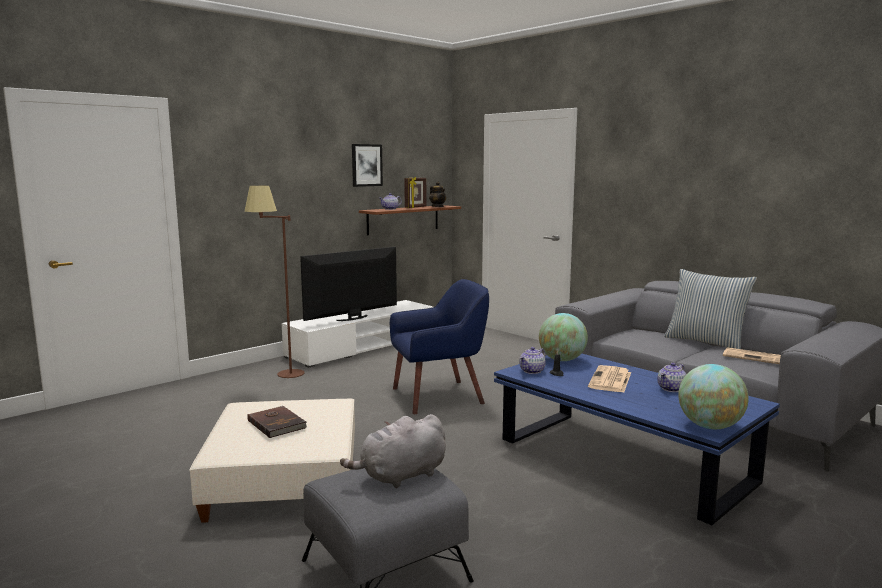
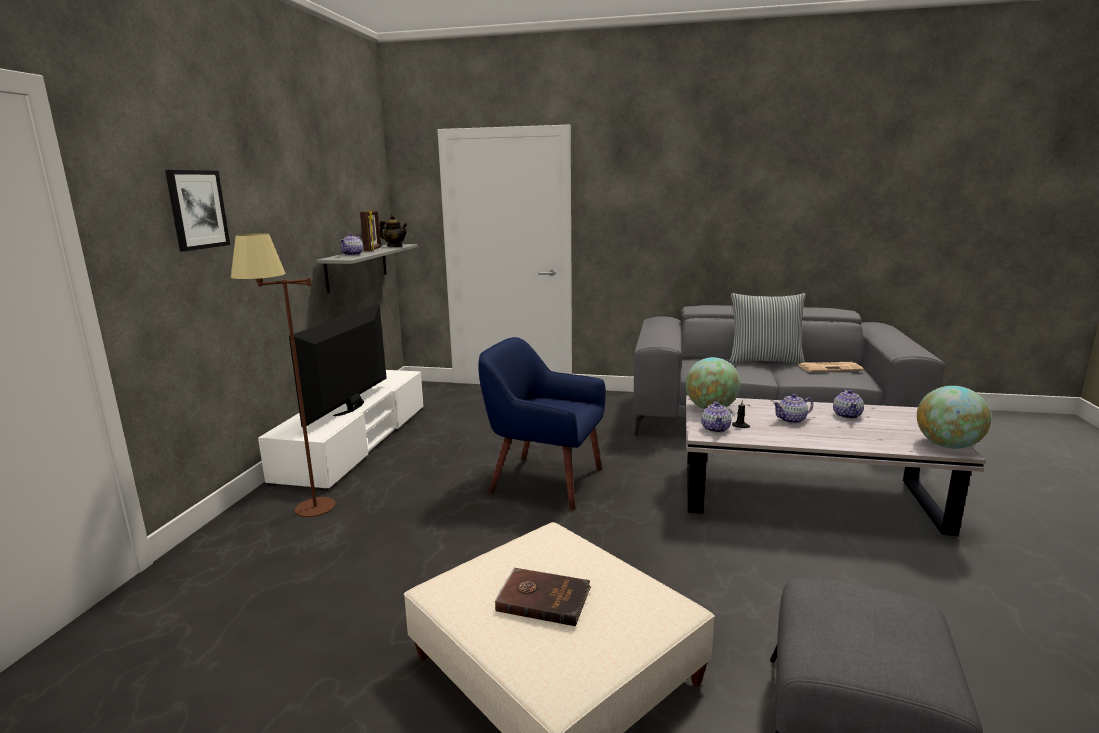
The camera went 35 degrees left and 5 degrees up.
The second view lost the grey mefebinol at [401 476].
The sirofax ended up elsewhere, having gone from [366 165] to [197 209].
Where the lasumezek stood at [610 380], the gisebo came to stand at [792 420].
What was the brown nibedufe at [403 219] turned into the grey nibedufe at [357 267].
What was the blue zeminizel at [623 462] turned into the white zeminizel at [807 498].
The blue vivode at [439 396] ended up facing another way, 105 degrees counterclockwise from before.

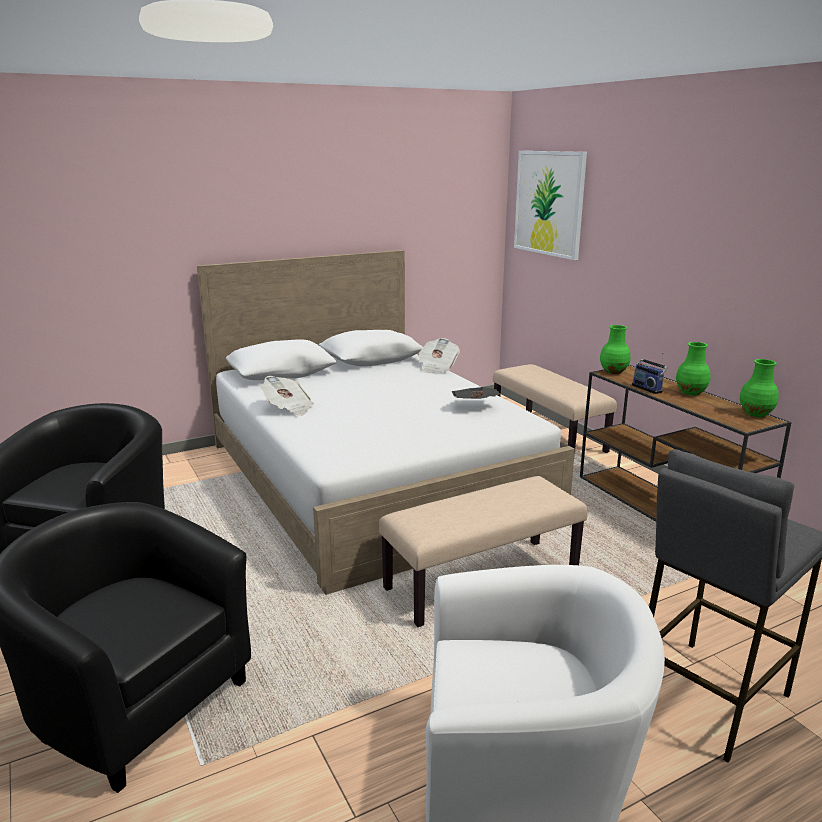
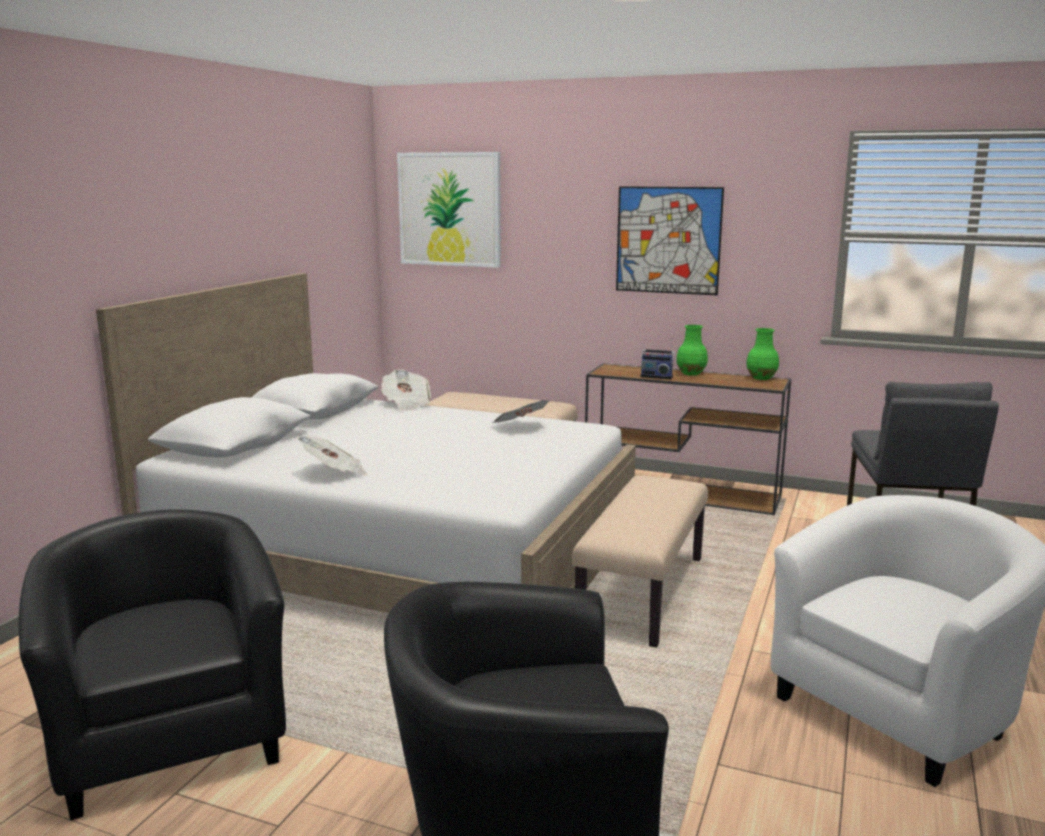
The camera went 40 degrees left and 5 degrees down.
The second view lost the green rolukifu at [613 371].
The second view gained the sirofax at [668 240].

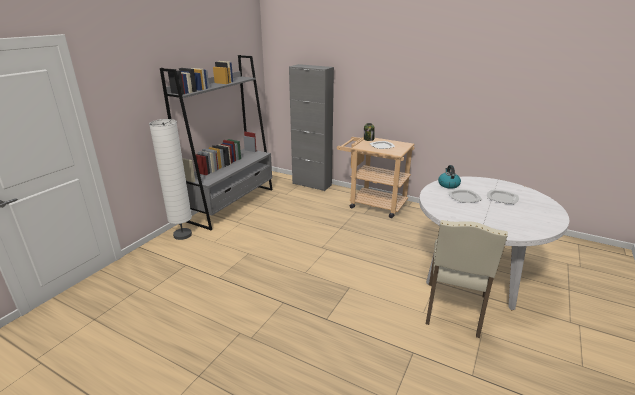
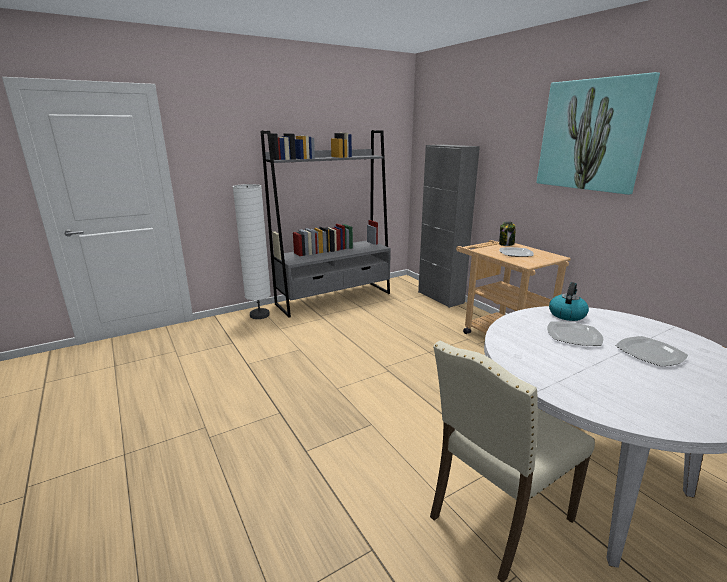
The camera went 30 degrees right and 5 degrees down.
The second view gained the sirofax at [591 135].

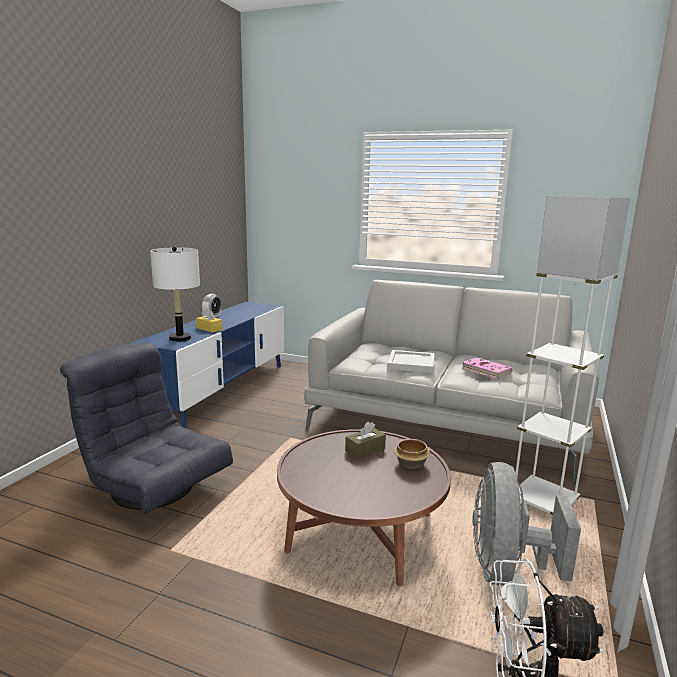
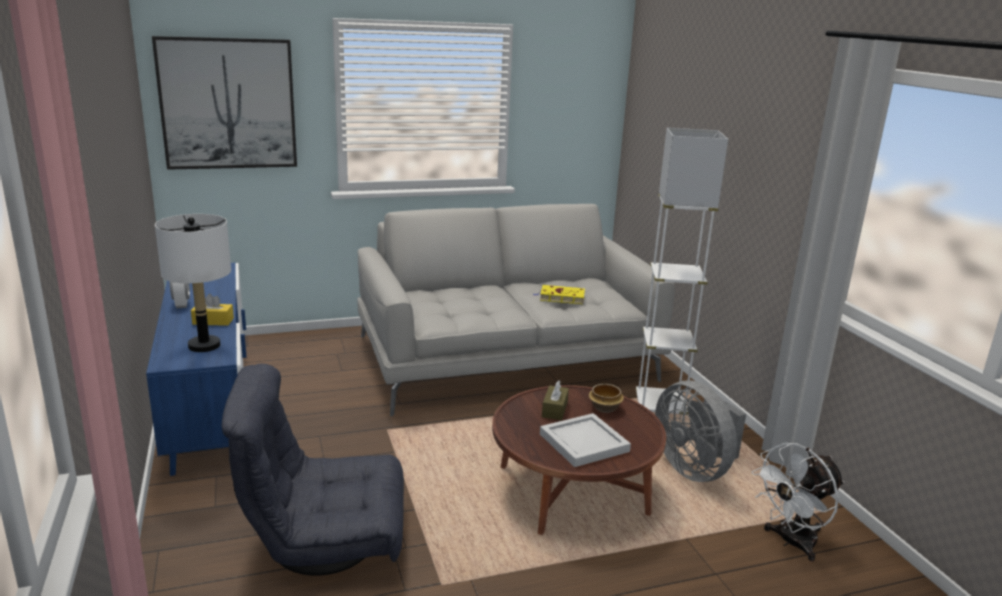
The camera went 40 degrees left and 5 degrees up.
The second view gained the sirofax at [228 104].
The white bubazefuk ended up elsewhere, having gone from [412 363] to [584 442].
What was the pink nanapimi at [484 371] turned into the yellow nanapimi at [560 297].

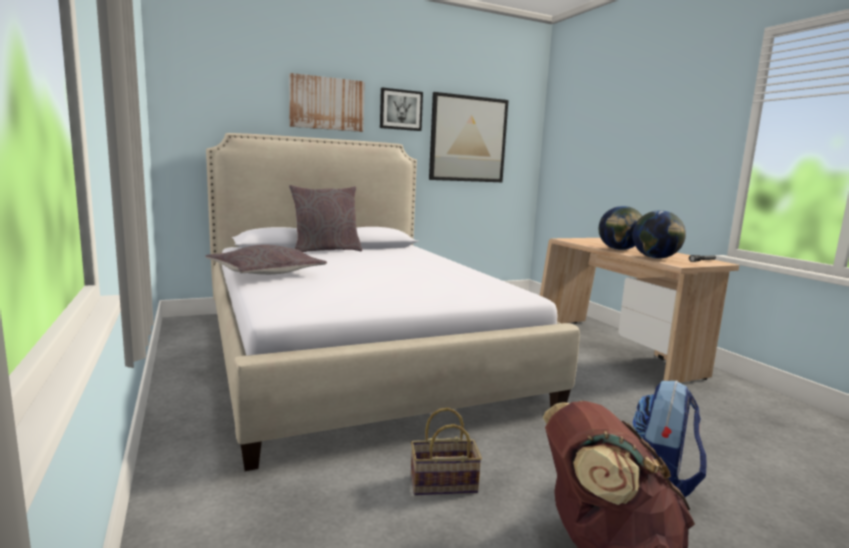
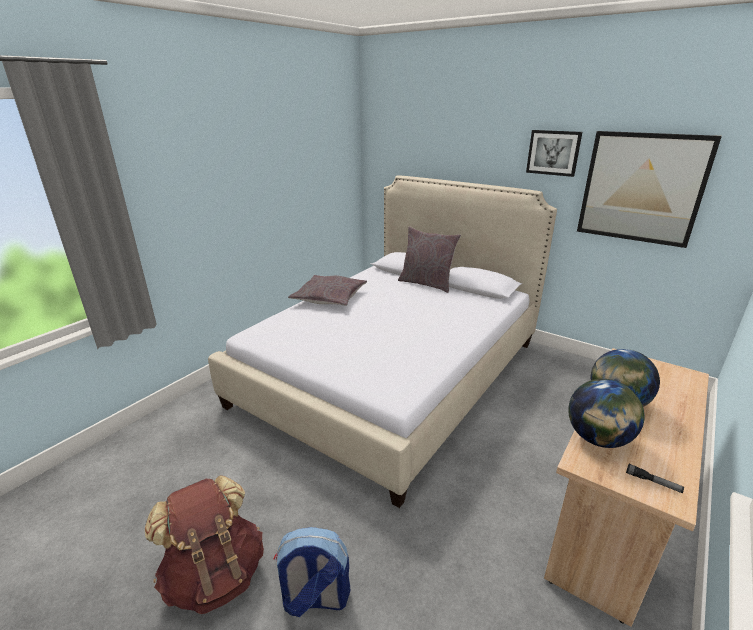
The camera went 60 degrees right and 15 degrees up.
The second view lost the sirofax at [327 103].
The second view lost the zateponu at [442 485].

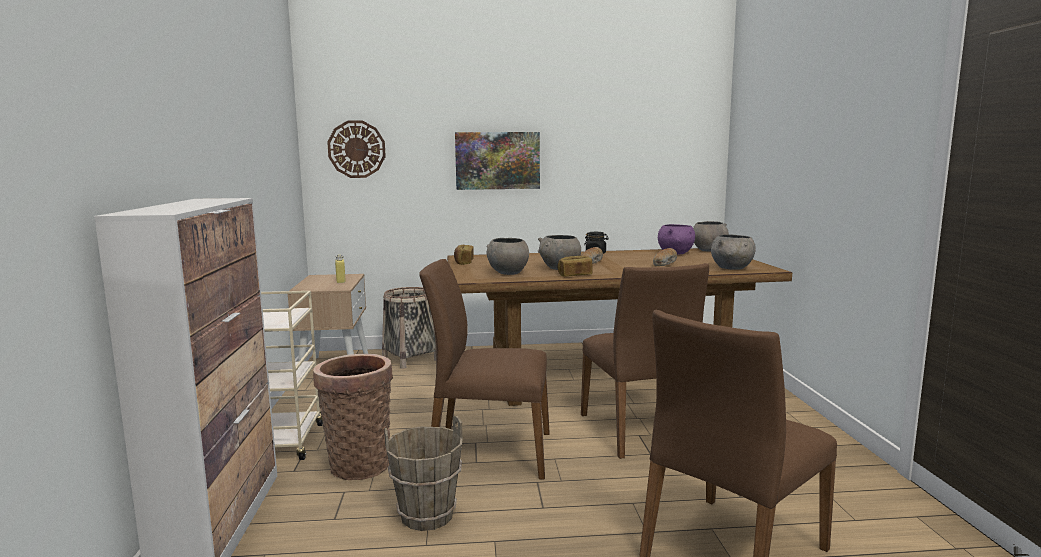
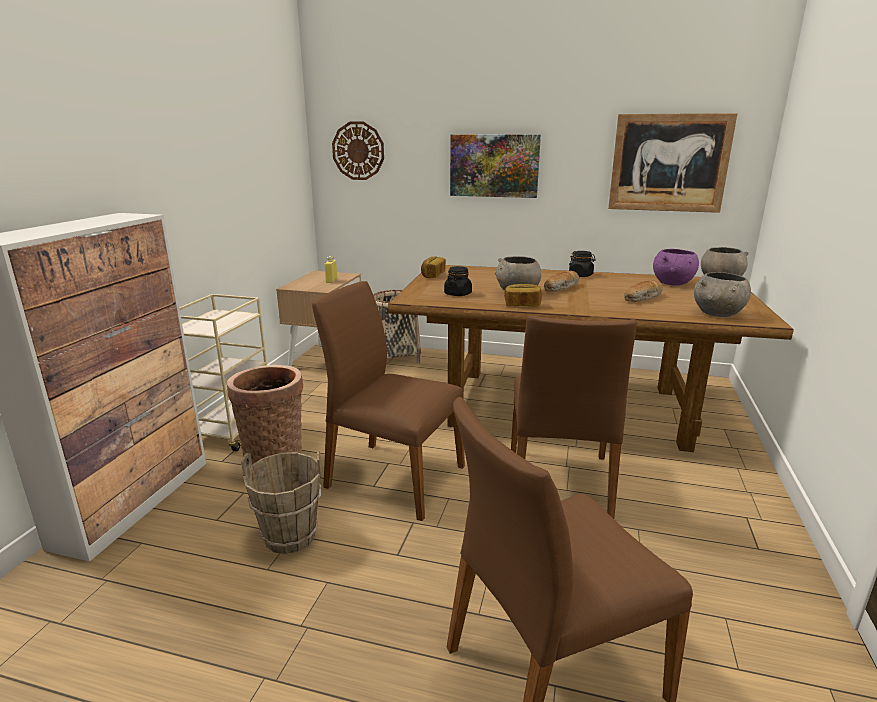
The camera went 20 degrees right and 10 degrees up.
The second view gained the sirofax at [669 163].
Where the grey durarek stood at [508 273], the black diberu came to stand at [458 294].

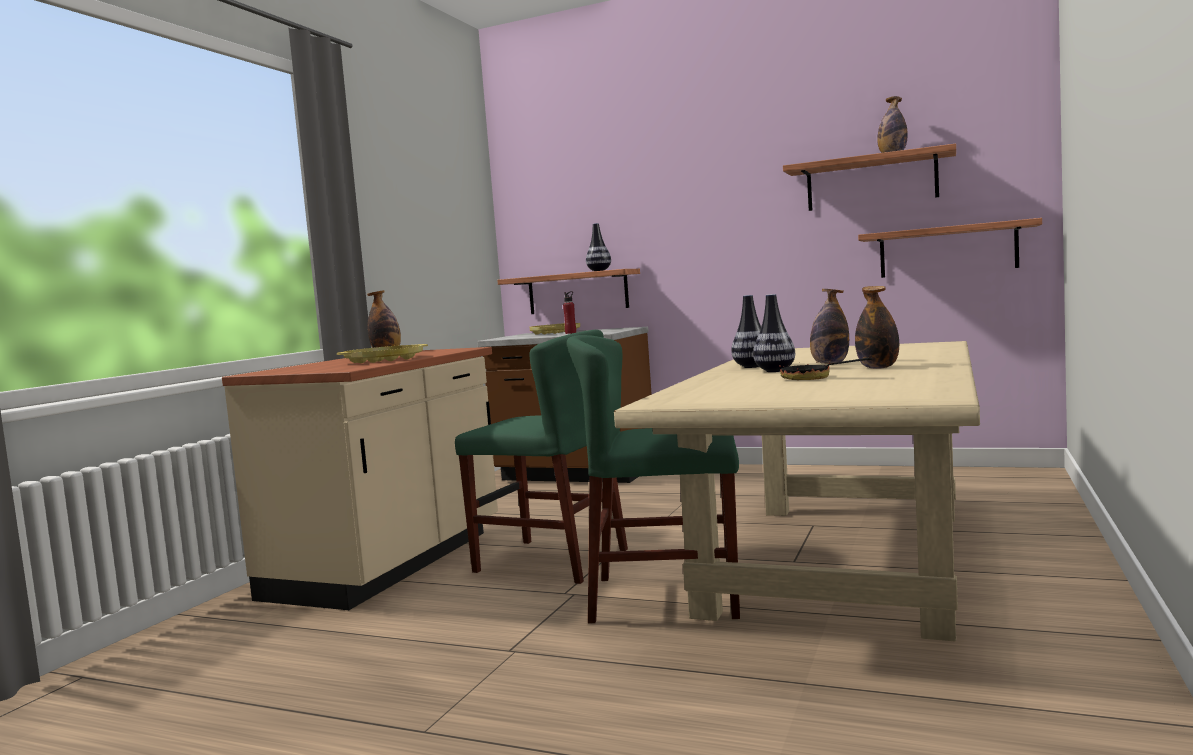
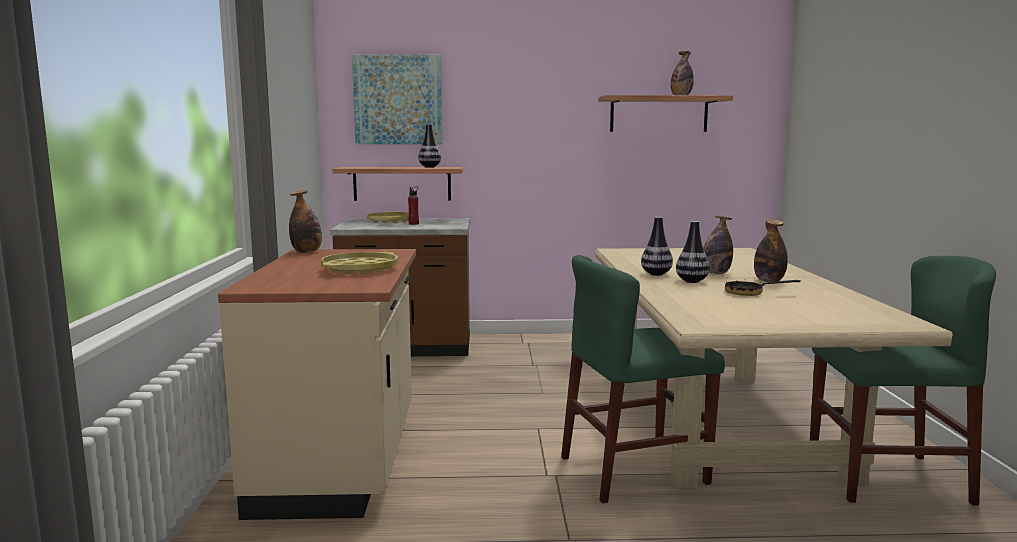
The camera went 25 degrees left and 5 degrees up.
The second view lost the nibedufe at [947 250].
The second view gained the sirofax at [398 100].
The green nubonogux ended up elsewhere, having gone from [550 560] to [887 478].

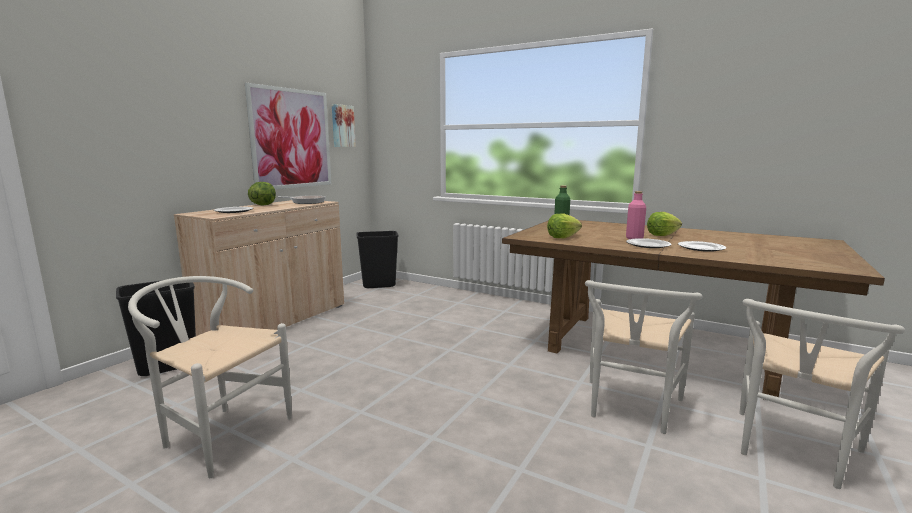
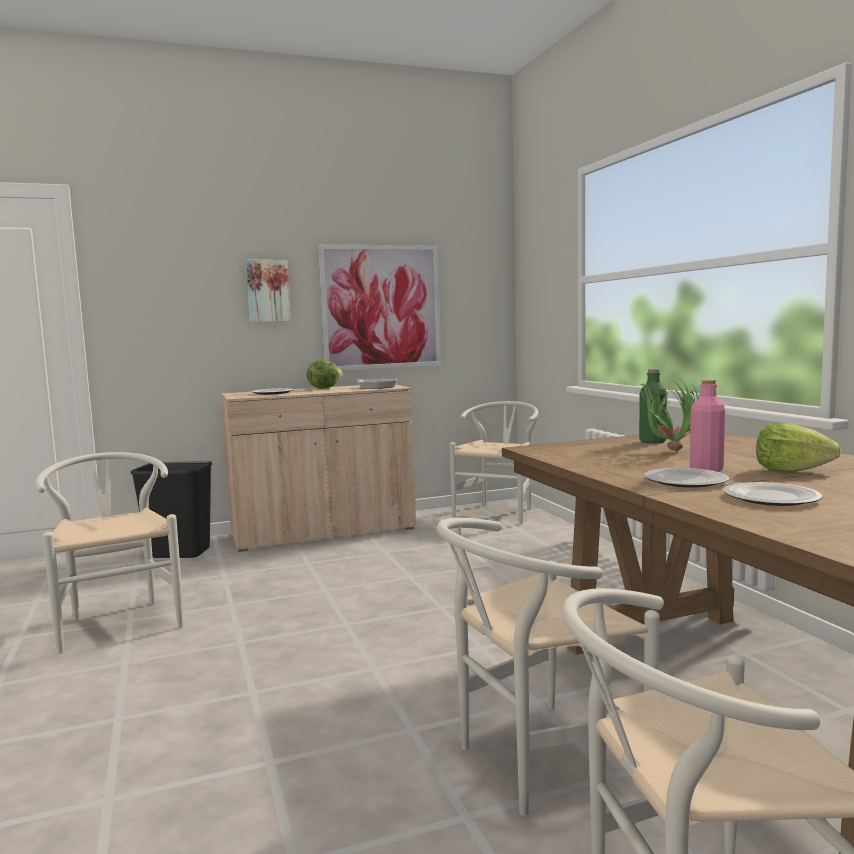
The camera went 40 degrees right and 5 degrees down.
The second view lost the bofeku at [562 237].
The second view gained the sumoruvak at [666 451].
The sirofax ended up elsewhere, having gone from [342 126] to [268 291].
Where the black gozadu stood at [379 285], the white nubonogux came to stand at [499 512].

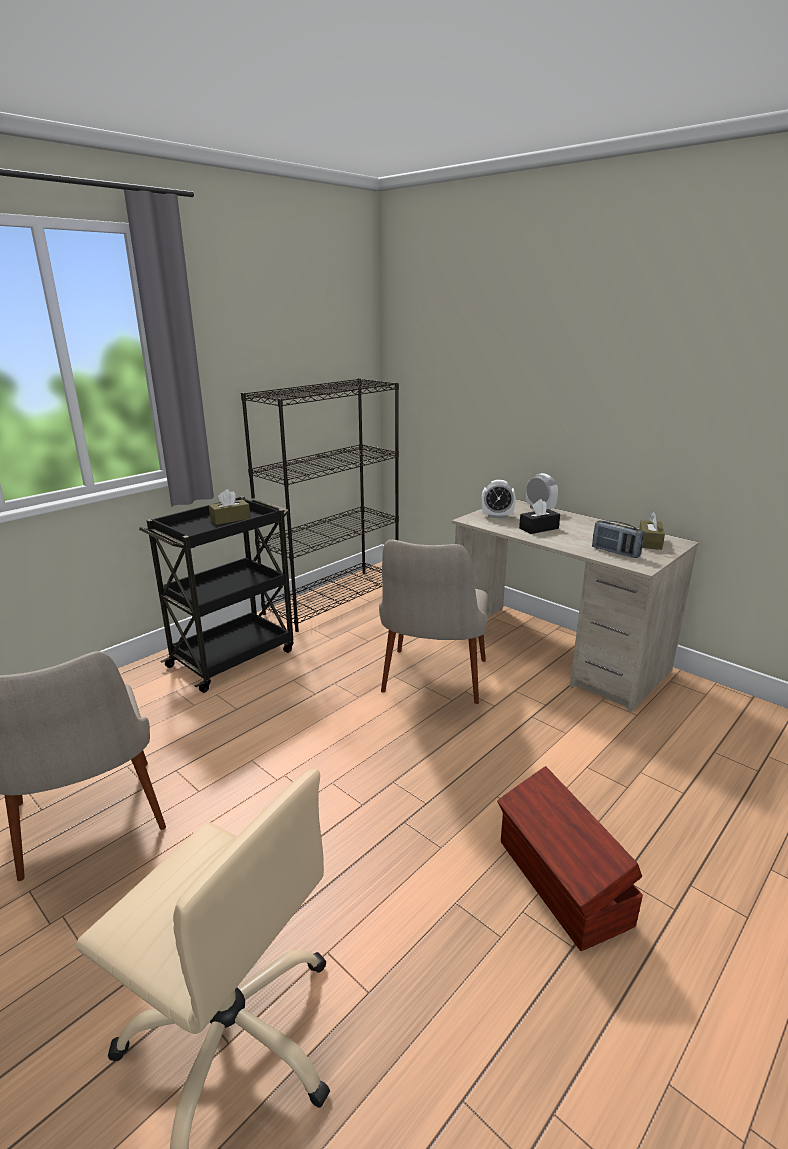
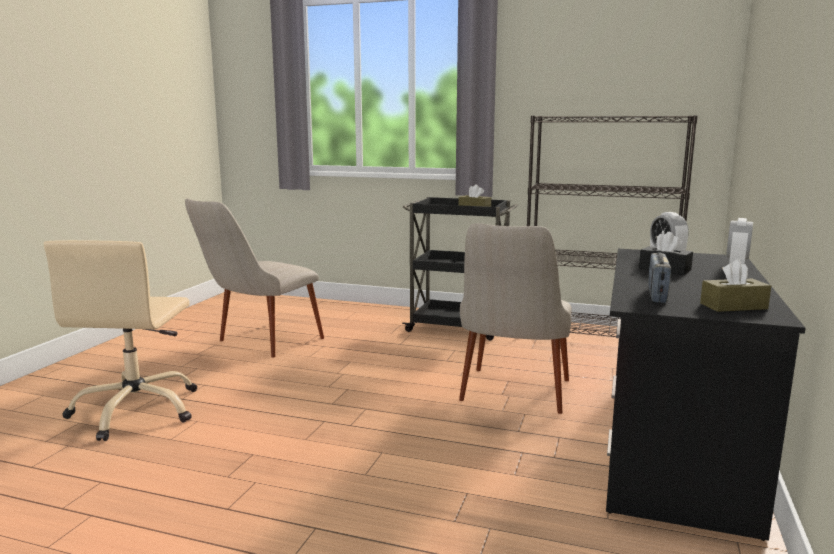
The camera went 65 degrees right and 10 degrees down.
The second view lost the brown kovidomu at [562 883].
What was the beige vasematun at [556 653] turned into the black vasematun at [674 450].
The beige nubonogux at [432 686] ended up facing another way, 60 degrees counterclockwise from before.

